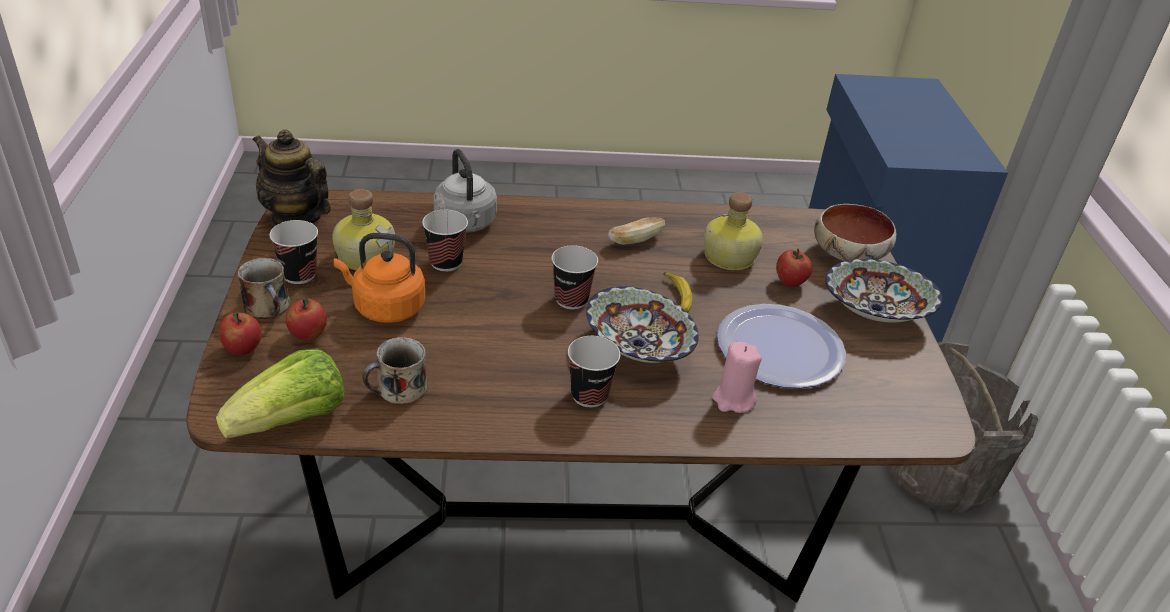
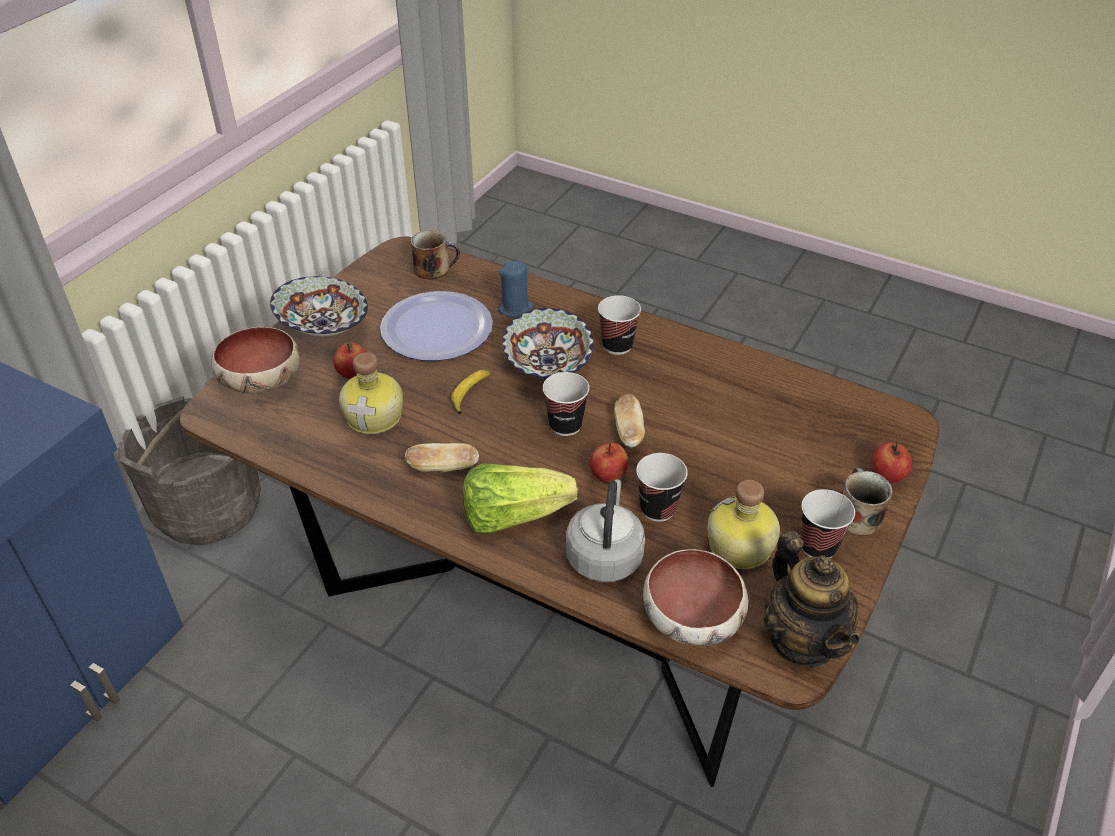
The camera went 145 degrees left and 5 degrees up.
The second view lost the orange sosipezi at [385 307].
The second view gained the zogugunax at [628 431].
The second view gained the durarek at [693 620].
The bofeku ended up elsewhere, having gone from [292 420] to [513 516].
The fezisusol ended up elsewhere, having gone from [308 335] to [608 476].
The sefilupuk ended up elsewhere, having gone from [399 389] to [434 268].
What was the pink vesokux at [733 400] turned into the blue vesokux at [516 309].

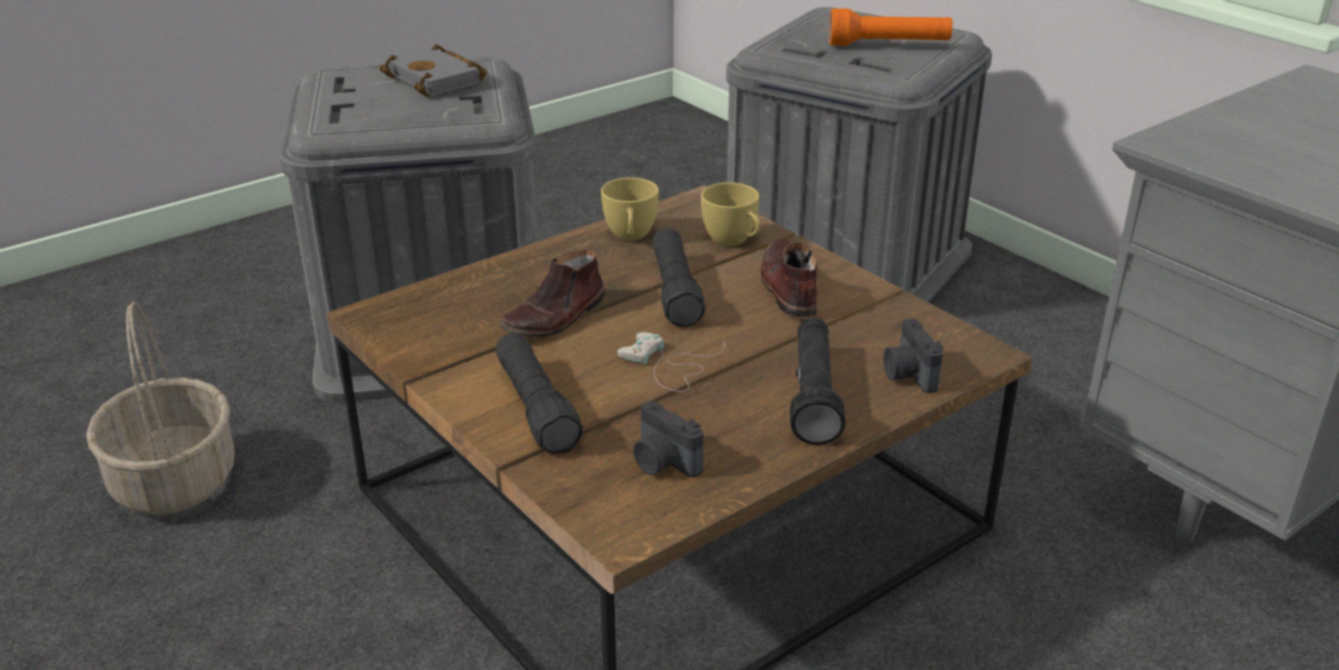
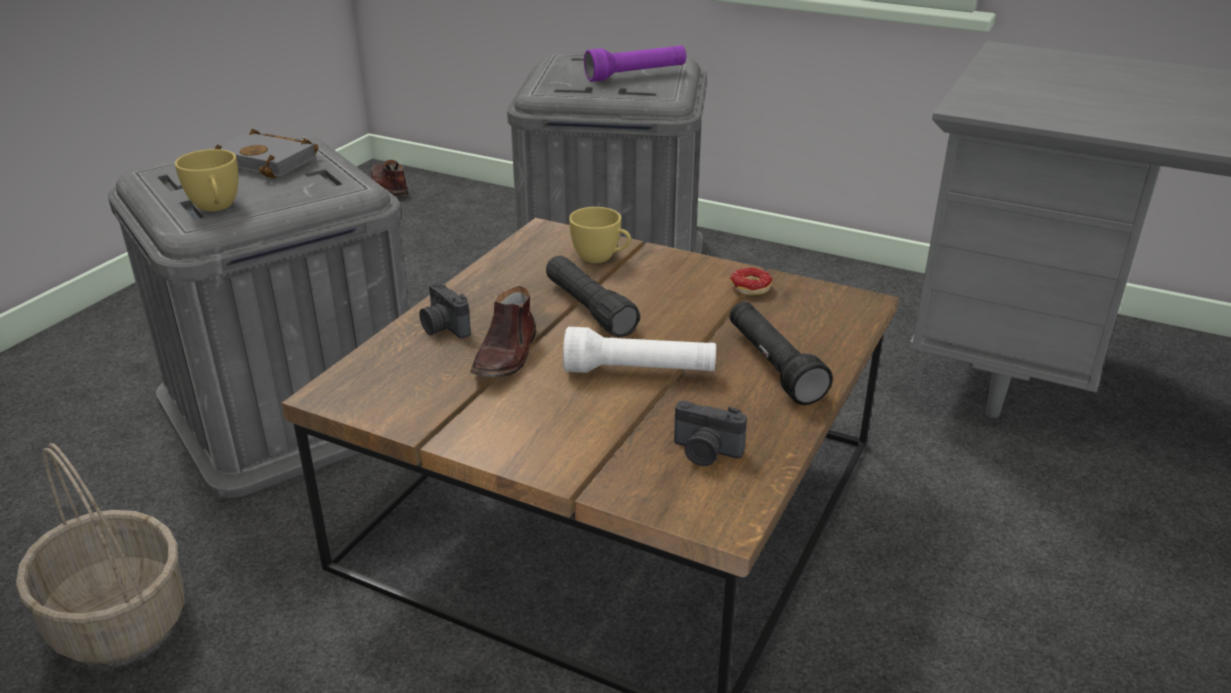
The camera went 25 degrees left and 0 degrees up.
The second view lost the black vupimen at [536 408].
The second view gained the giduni at [750 292].
The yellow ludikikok ended up elsewhere, having gone from [630 236] to [216 208].
The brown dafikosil ended up elsewhere, having gone from [787 288] to [388 186].
The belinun ended up elsewhere, having gone from [908 374] to [443 328].
Where the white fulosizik stood at [669 366], the white vupimen came to stand at [640 372].
What was the orange vupimen at [888 45] turned into the purple vupimen at [636 75].

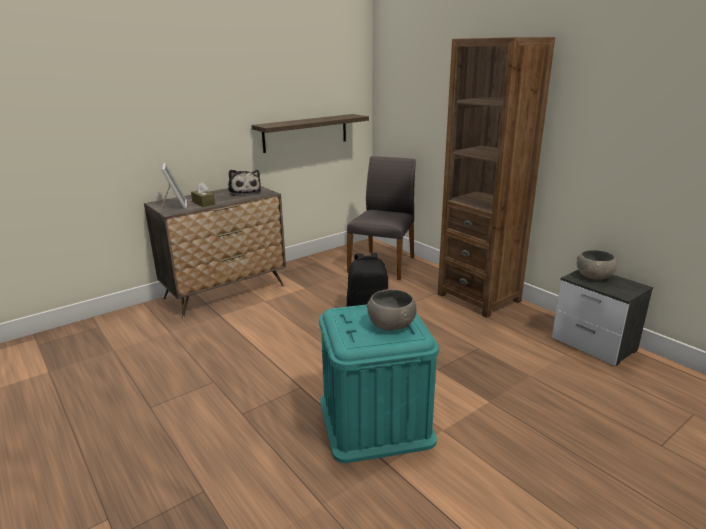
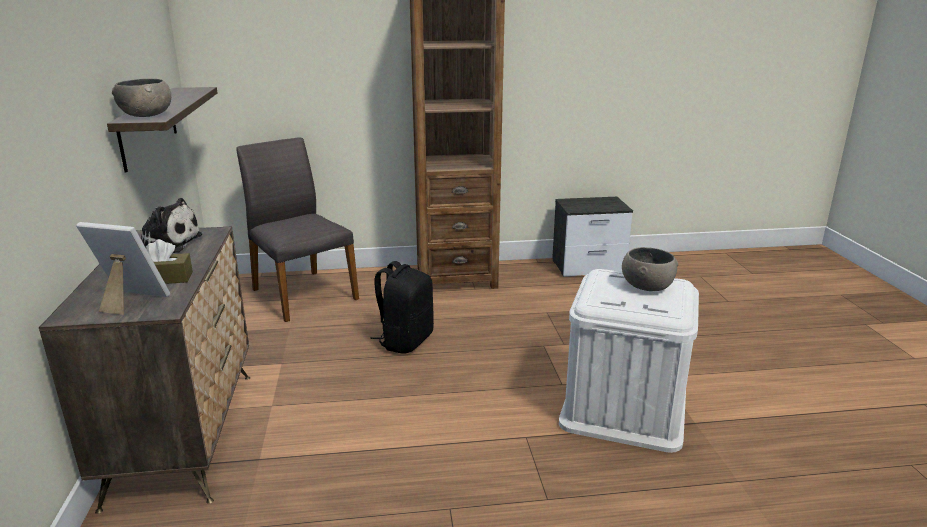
The camera went 60 degrees left and 0 degrees up.
The grey durarek ended up elsewhere, having gone from [594 276] to [147 115].
What was the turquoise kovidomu at [375 420] turned into the white kovidomu at [624 407].

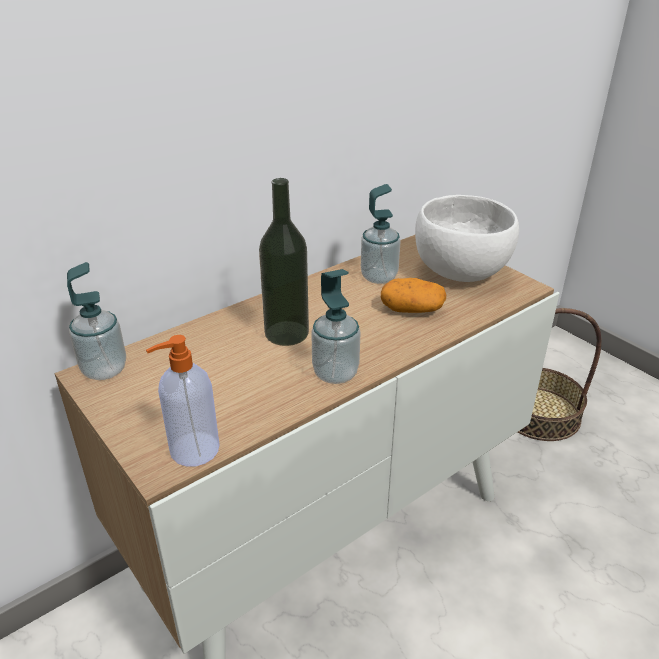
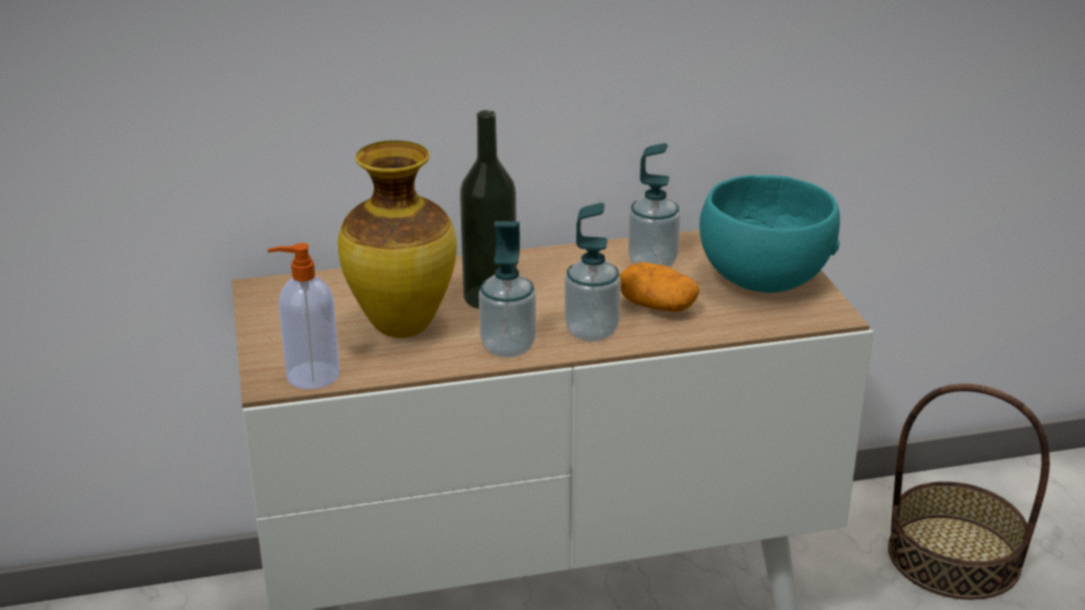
The camera went 25 degrees right and 5 degrees down.
The second view gained the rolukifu at [404 327].
The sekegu ended up elsewhere, having gone from [104 370] to [591 332].
What was the white durarek at [460 271] turned into the turquoise durarek at [763 279].

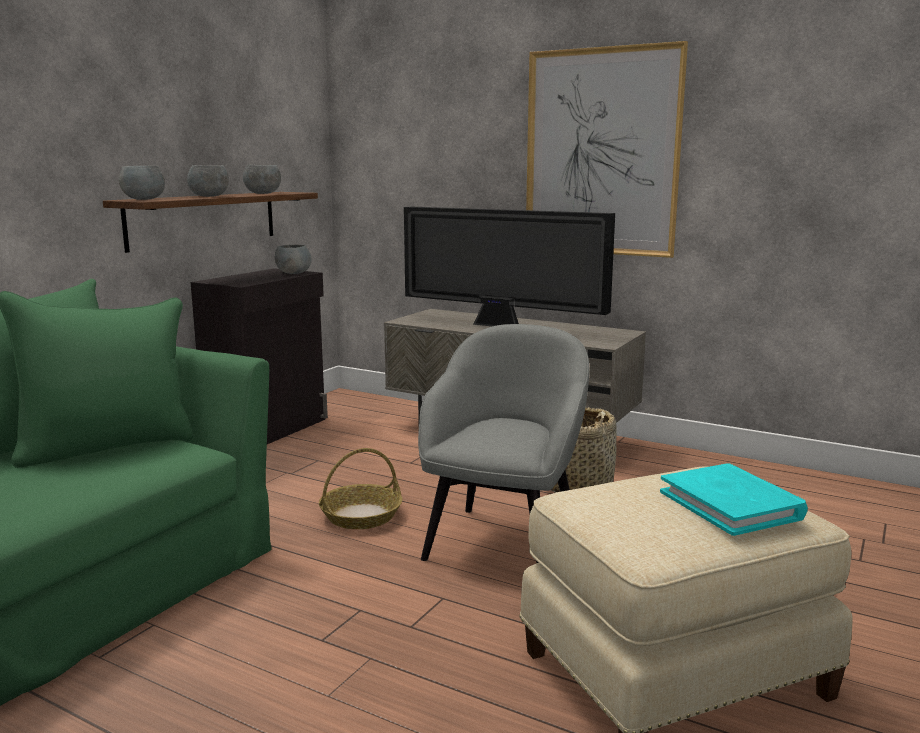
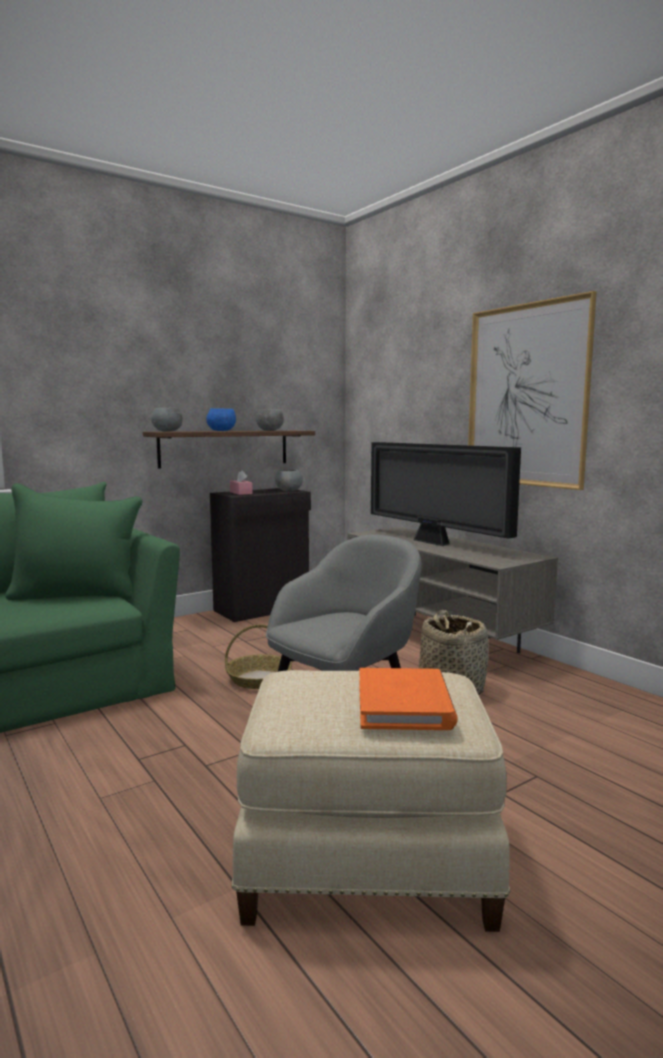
The camera went 25 degrees right and 5 degrees down.
The second view gained the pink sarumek at [241 493].
What was the grey durarek at [209 196] turned into the blue durarek at [221 431].
What was the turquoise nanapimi at [731 504] turned into the orange nanapimi at [404 704].

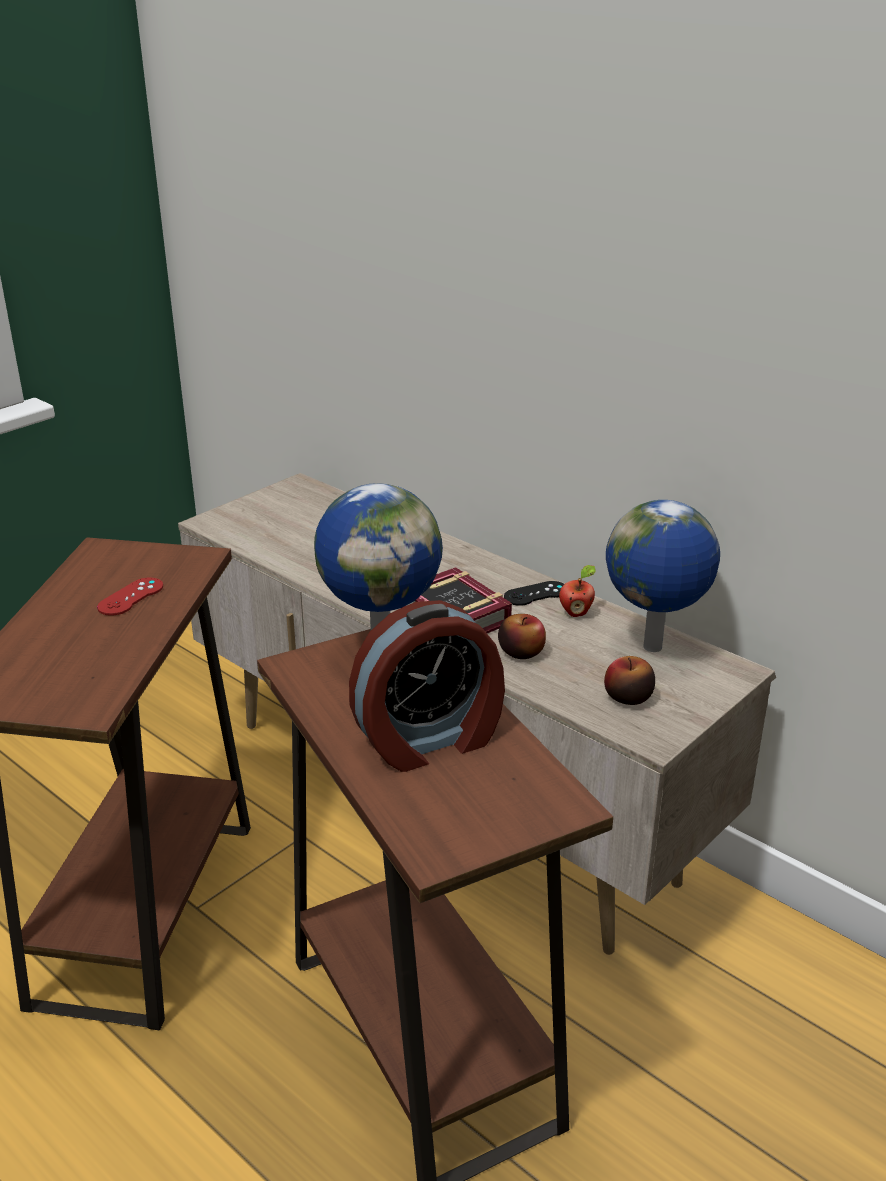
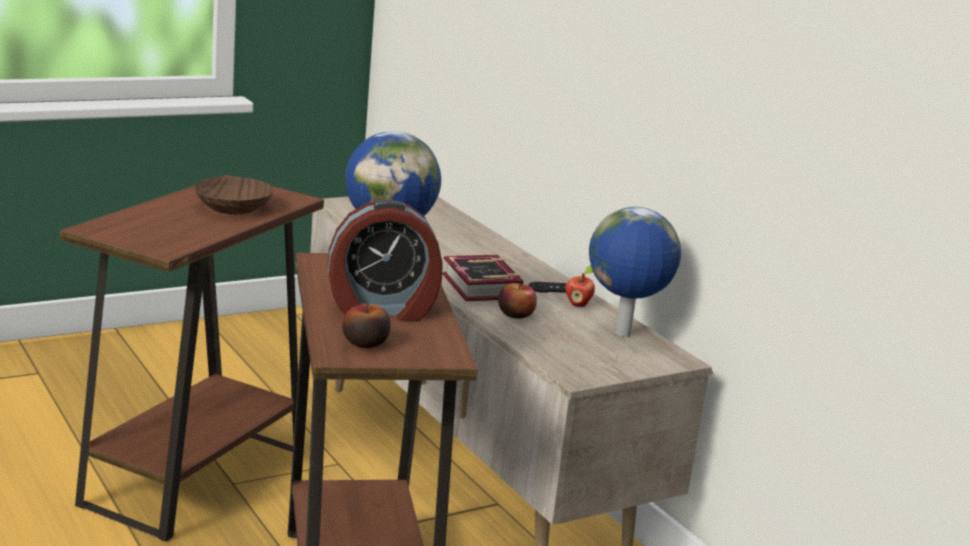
The camera went 15 degrees right and 10 degrees down.
The fezisusol ended up elsewhere, having gone from [628 697] to [365 343].
Where the red fulosizik stood at [131 597], the brown durarek came to stand at [233 207].

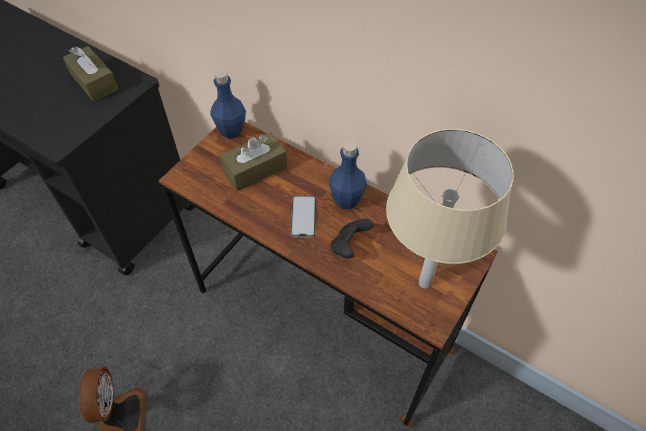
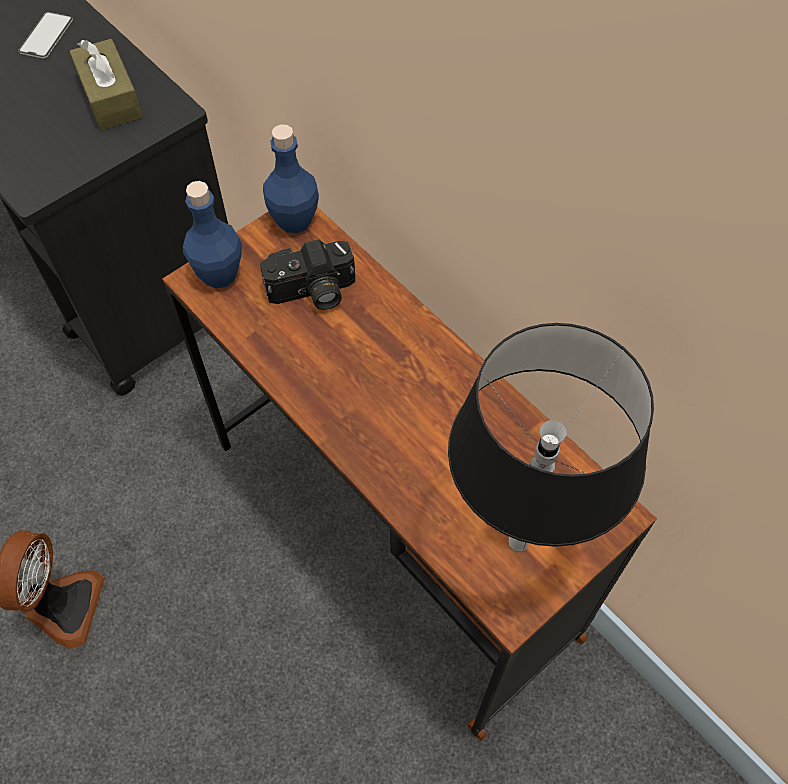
The camera went 15 degrees right and 5 degrees up.
The second view lost the black fulosizik at [349 246].
The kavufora ended up elsewhere, having gone from [303 216] to [46 35].
The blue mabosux ended up elsewhere, having gone from [346 200] to [219 274].
Where the brown sarumek stood at [255 169], the belinun came to stand at [312 292].
What was the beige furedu at [424 282] turned into the black furedu at [518 541].

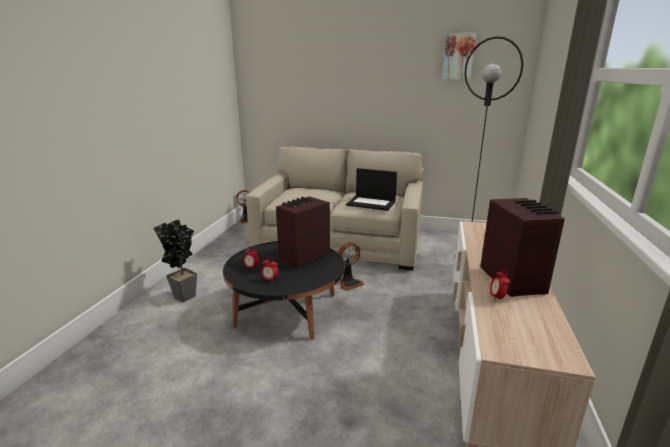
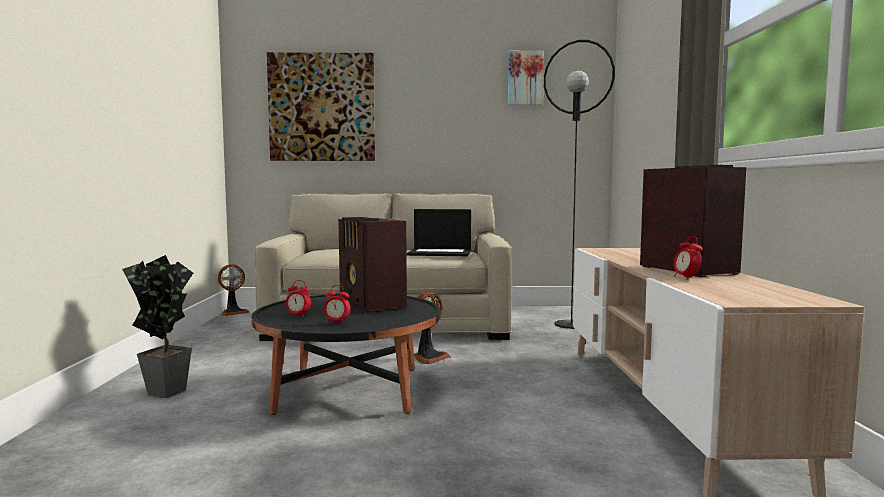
The camera went 15 degrees left and 15 degrees down.
The second view gained the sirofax at [322 107].
The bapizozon at [303 257] ended up facing another way, 60 degrees counterclockwise from before.

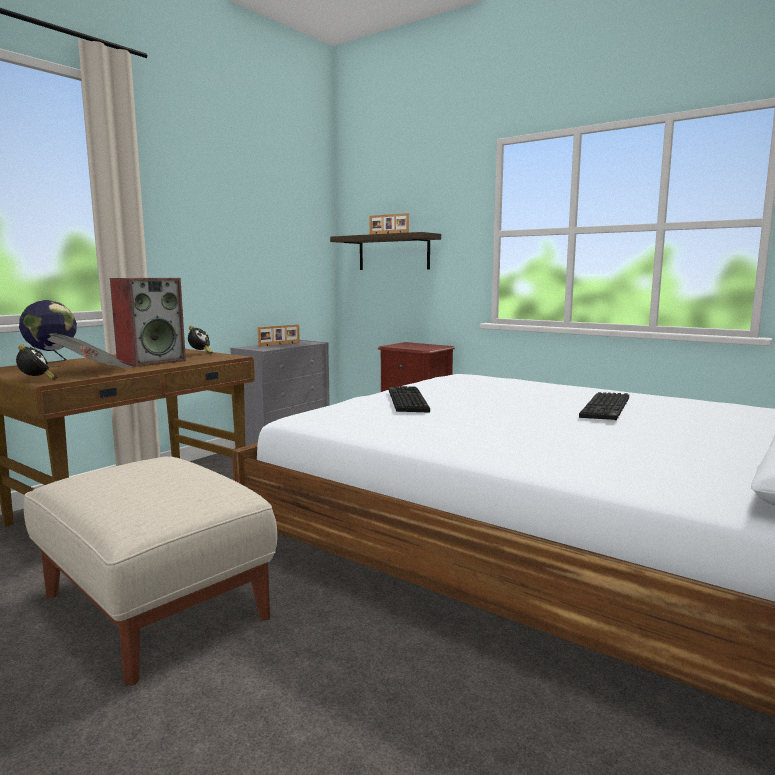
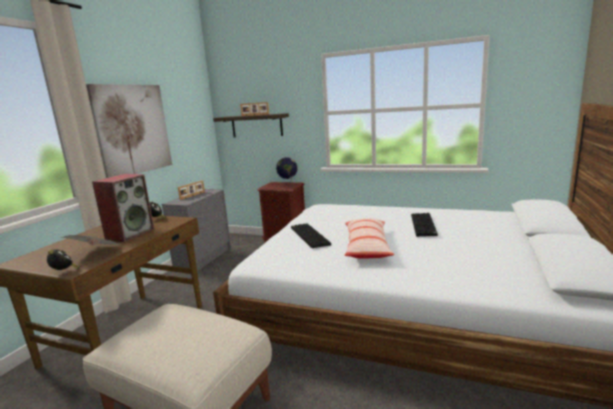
The camera went 15 degrees left and 5 degrees up.
The second view gained the sirofax at [133 129].
The second view gained the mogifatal at [367 247].
The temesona ended up elsewhere, having gone from [52 364] to [288 184].

